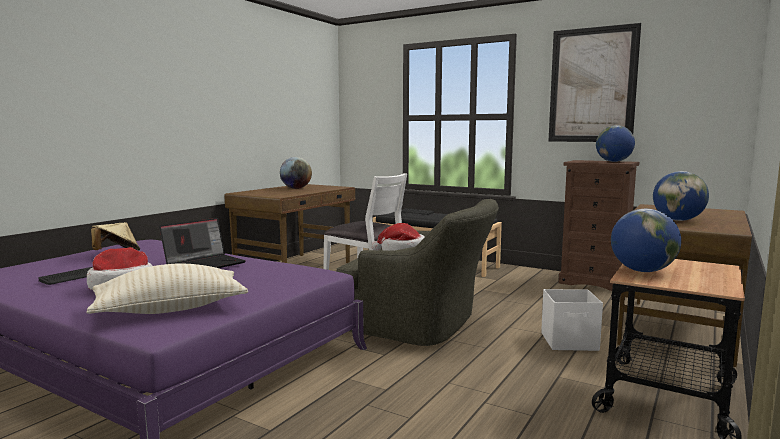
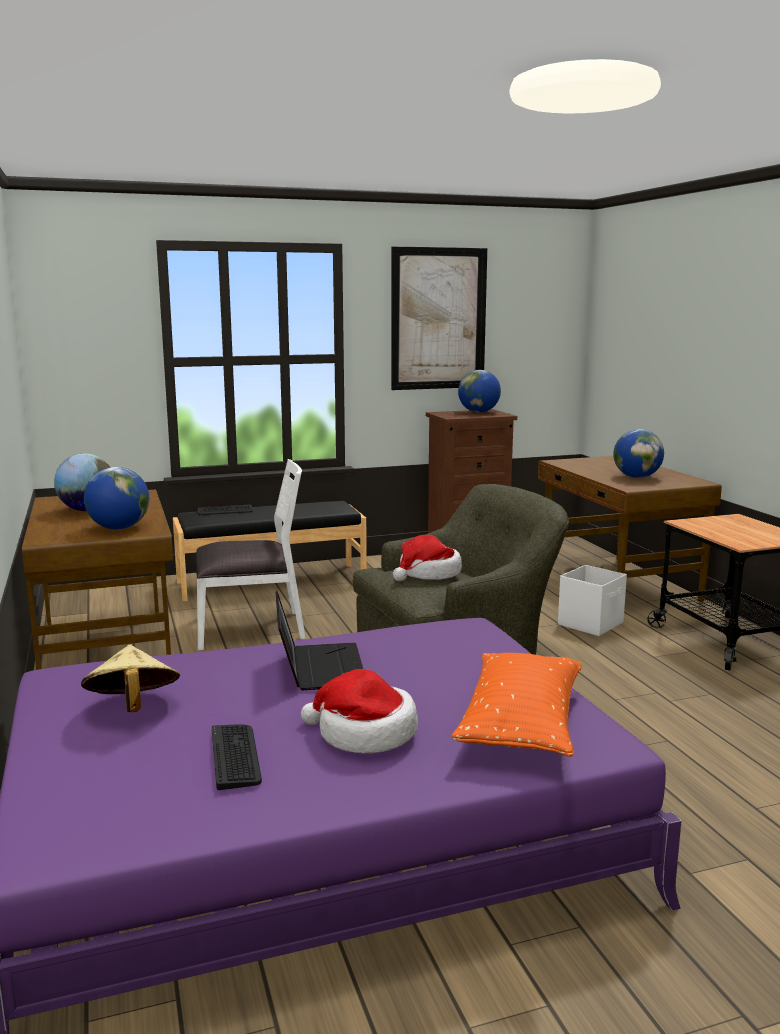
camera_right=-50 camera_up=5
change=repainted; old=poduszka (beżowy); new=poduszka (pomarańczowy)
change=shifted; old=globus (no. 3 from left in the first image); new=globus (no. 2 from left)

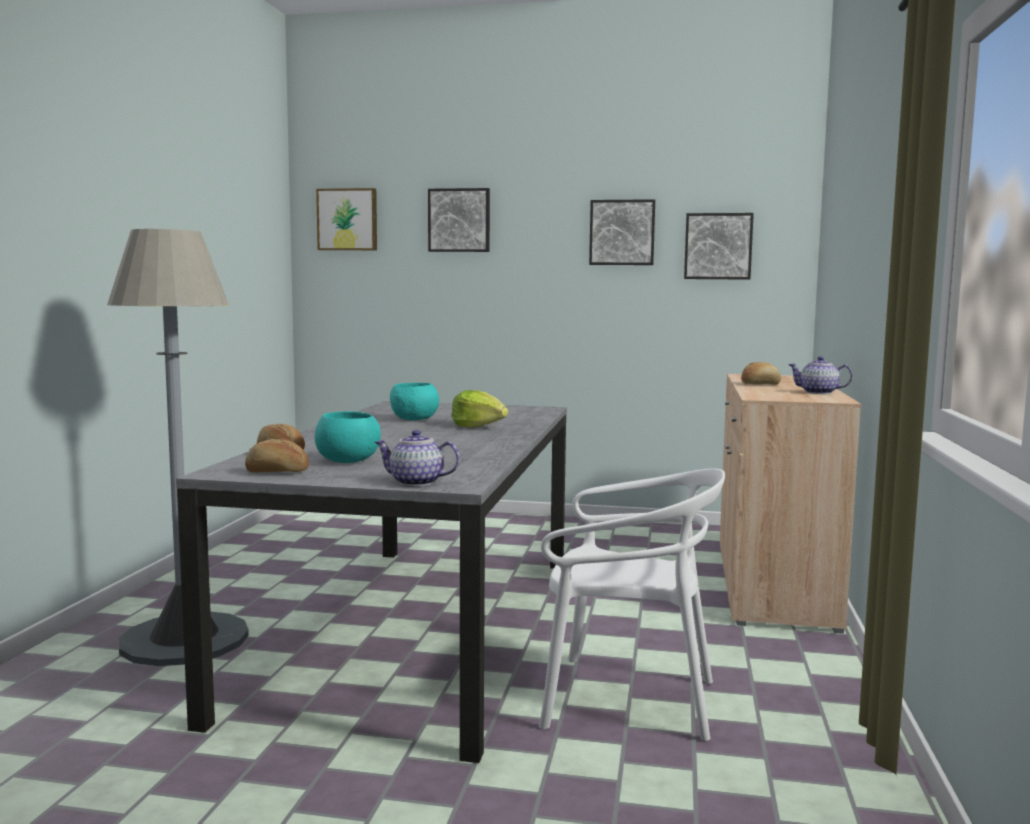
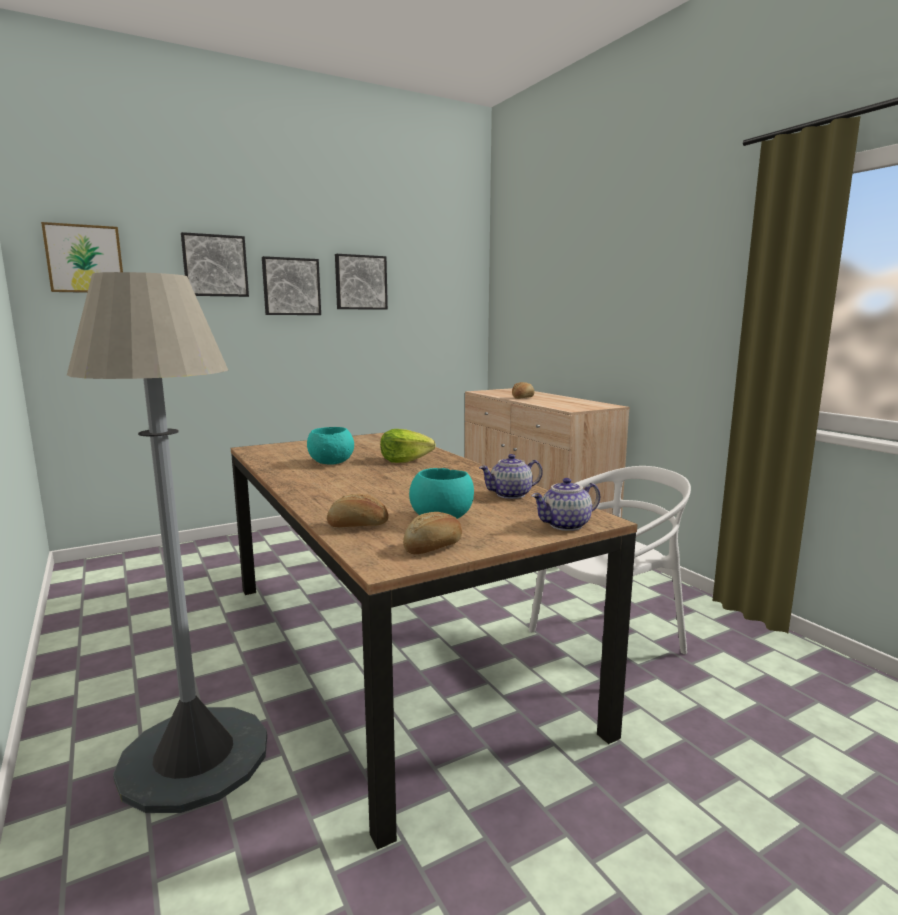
camera_right=-40 camera_up=5
change=repainted; old=stół jadalny (szary); new=stół jadalny (brązowy)
change=shifted; old=obraz (no. 4 from left in the first image); new=obraz (no. 3 from left)
change=shifted; old=imbryk (no. 2 from left in the first image); new=imbryk (no. 1 from left)

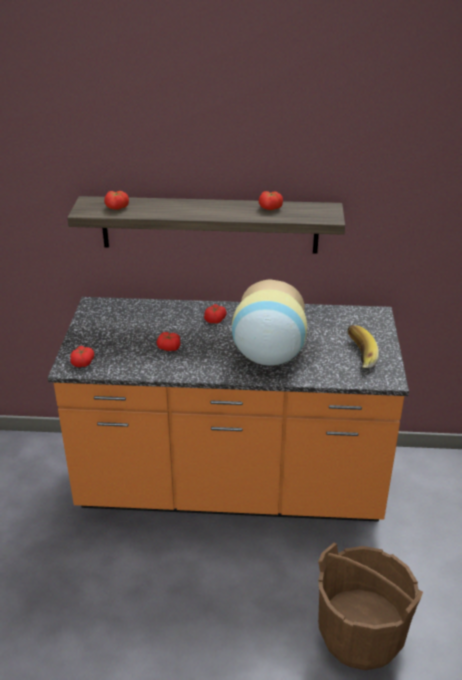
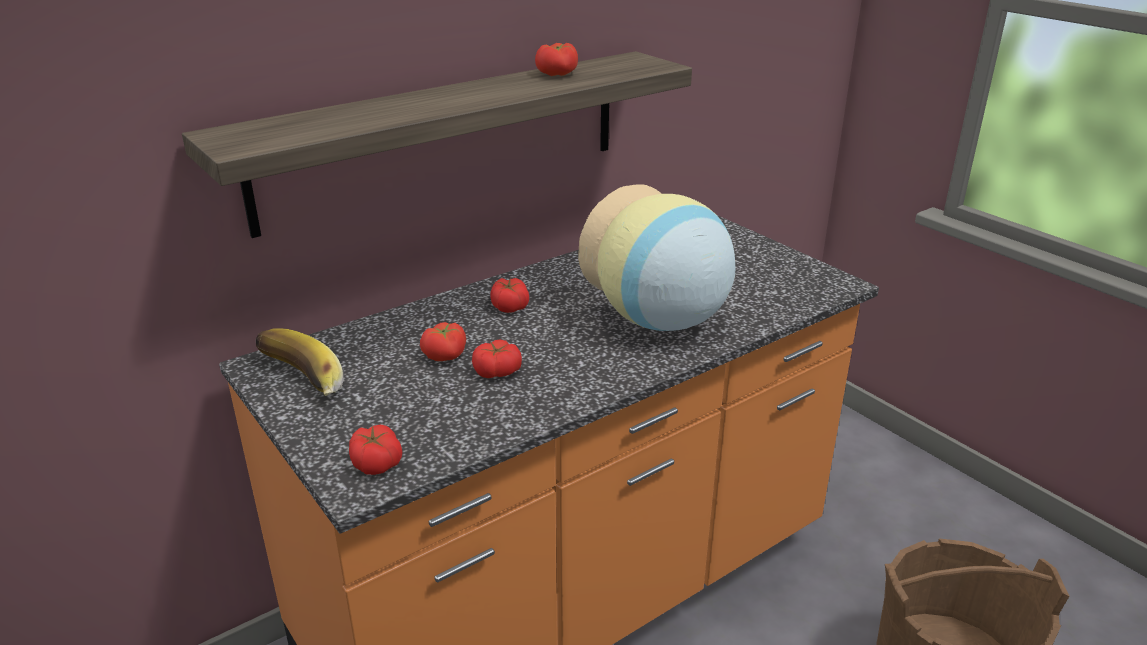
camera_right=-40 camera_up=-5
change=shifted; old=pomidor (no. 2 from left)
change=shifted; old=banan

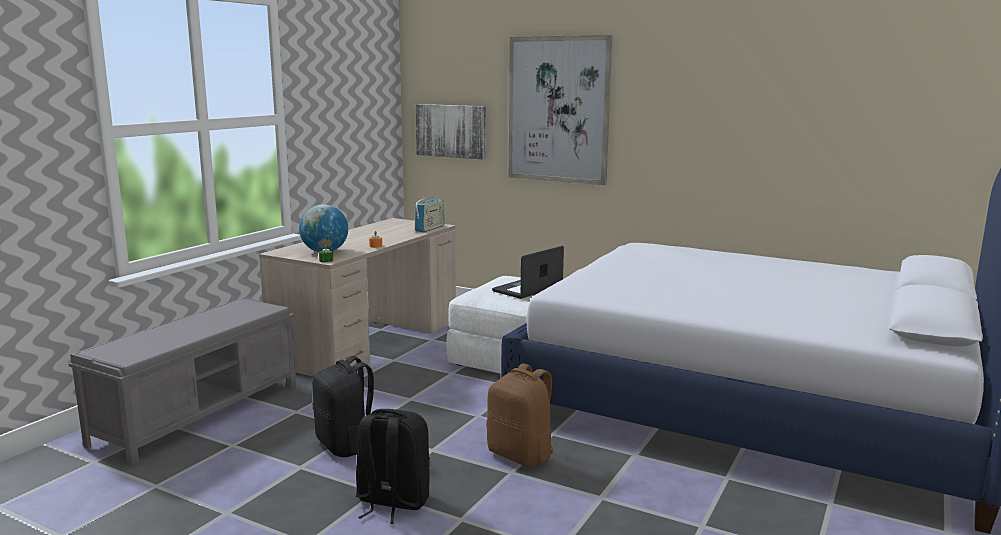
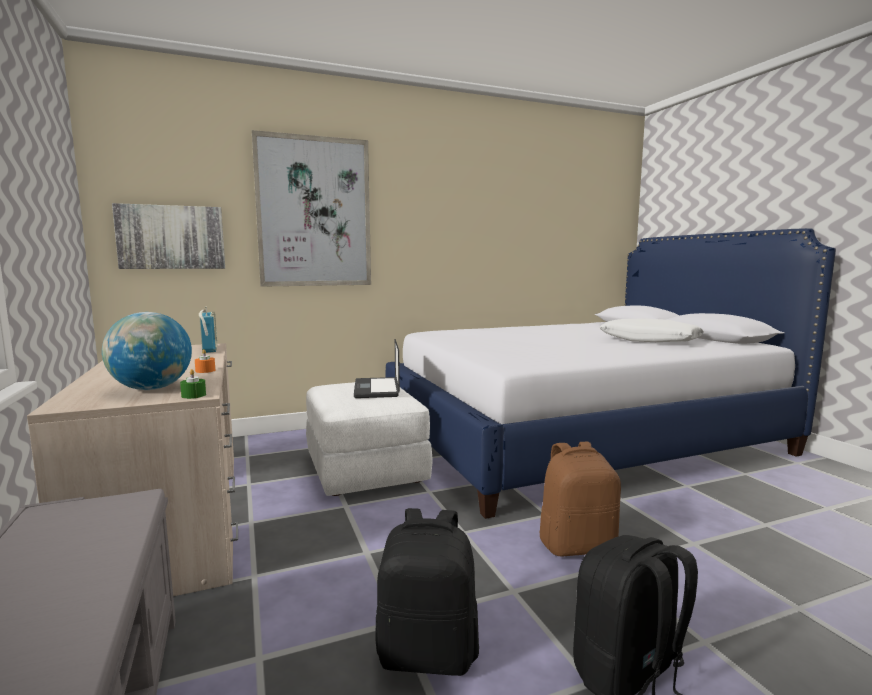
camera_right=-50 camera_up=-5
change=new; new=poduszka (biały)

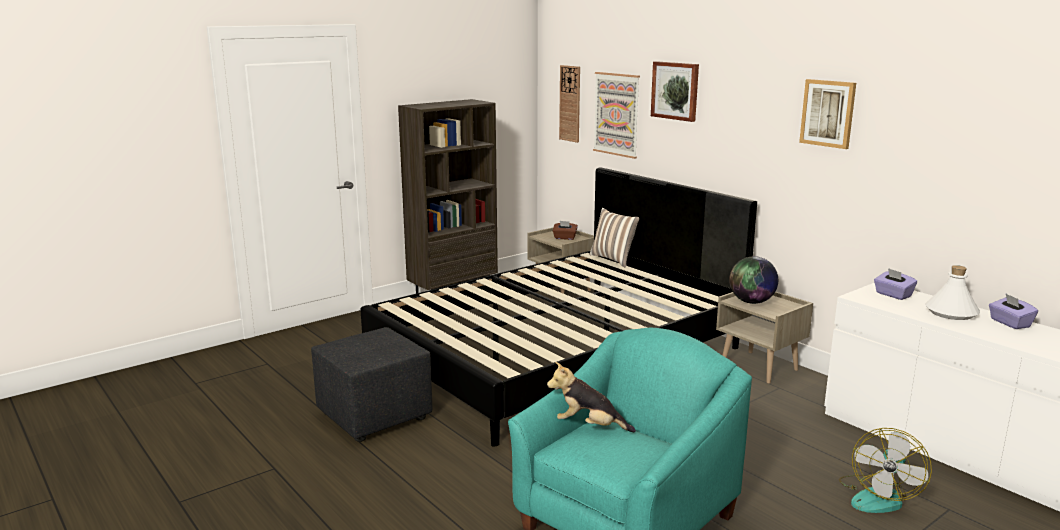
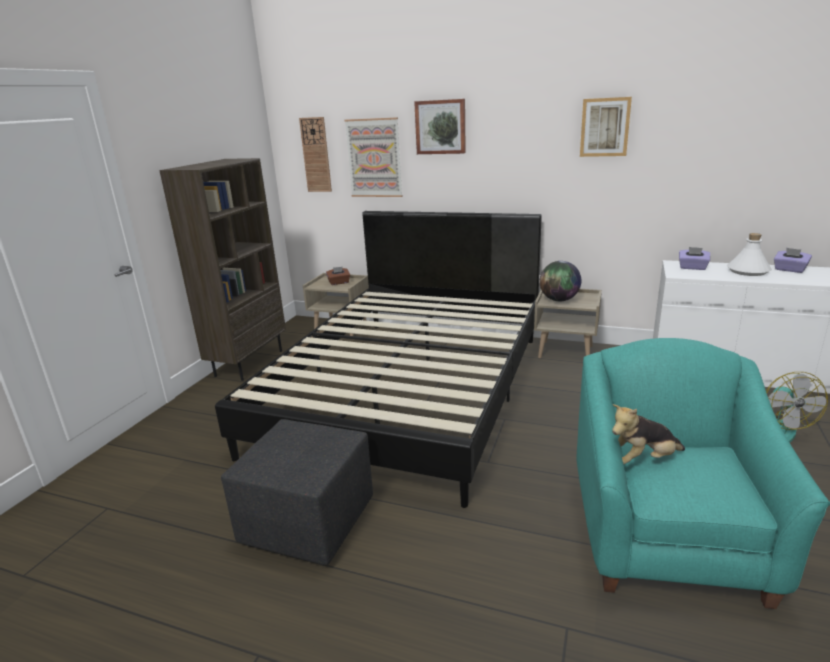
camera_right=-30 camera_up=5
change=gone; old=poduszka

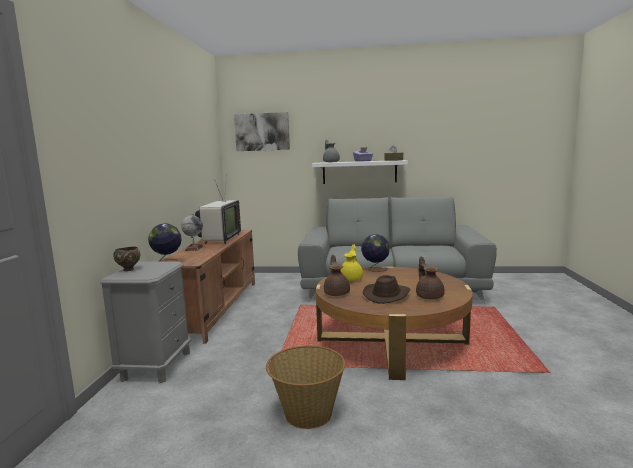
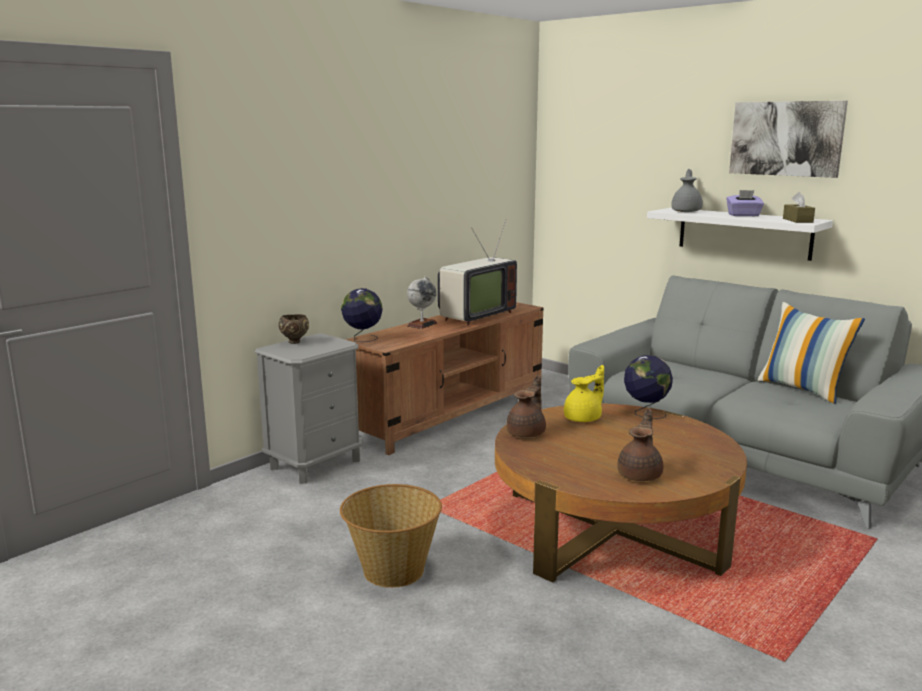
camera_right=35 camera_up=5
change=shifted; old=obraz
change=gone; old=kapelusz (brązowy)
change=new; new=poduszka

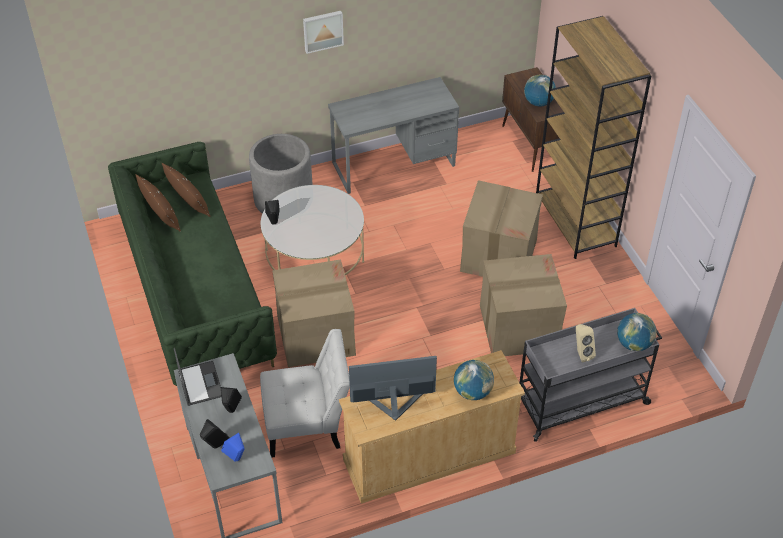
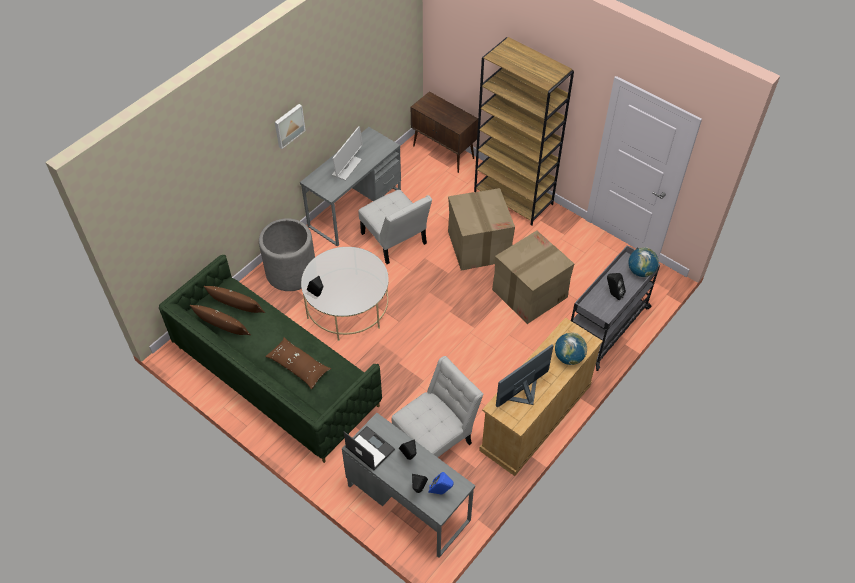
camera_right=-30 camera_up=5
change=gone; old=karton (no. 1 from left)
change=gone; old=globus (no. 2 from left)
change=repainted; old=głośnik (beżowy); new=głośnik (czarny) (no. 4 from left)
change=new; new=poduszka (brązowy) (no. 3 from left)
change=new; new=monitor (no. 1 from left)
change=new; new=krzesło (biały) (no. 1 from left)

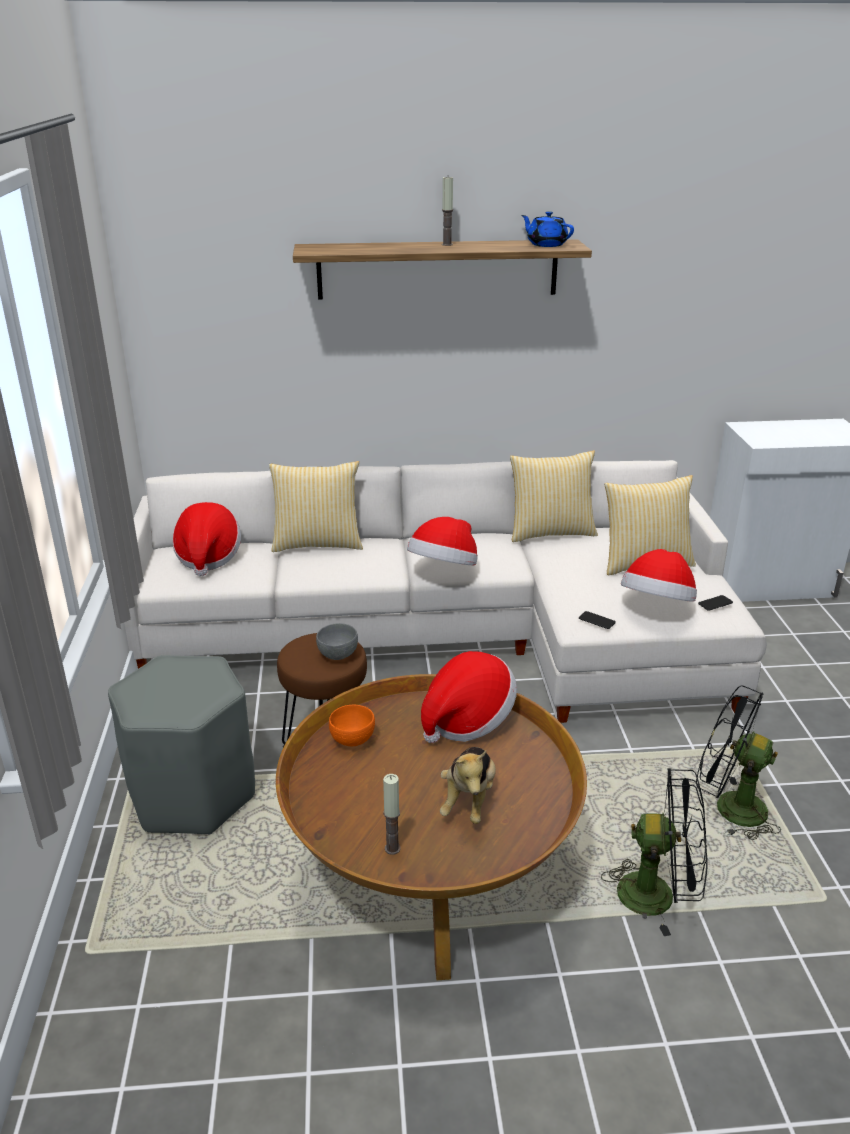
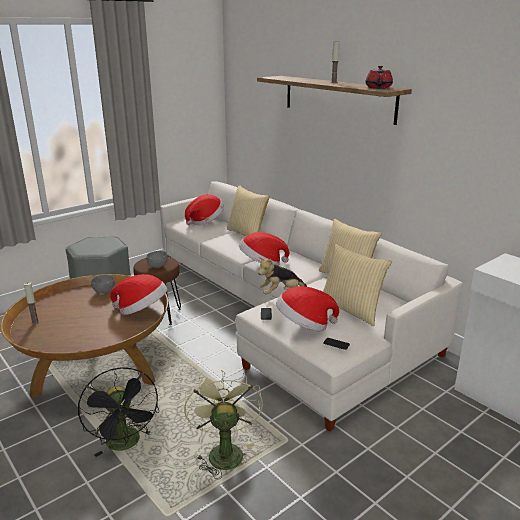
camera_right=55 camera_up=-5
change=repainted; old=miska (pomarańczowy); new=miska (szary) (no. 1 from left)
change=shifted; old=pluszak
change=repainted; old=imbryk (niebieski); new=imbryk (czerwony)
change=repainted; old=wentylator (czarny) (no. 2 from left); new=wentylator (zielony)

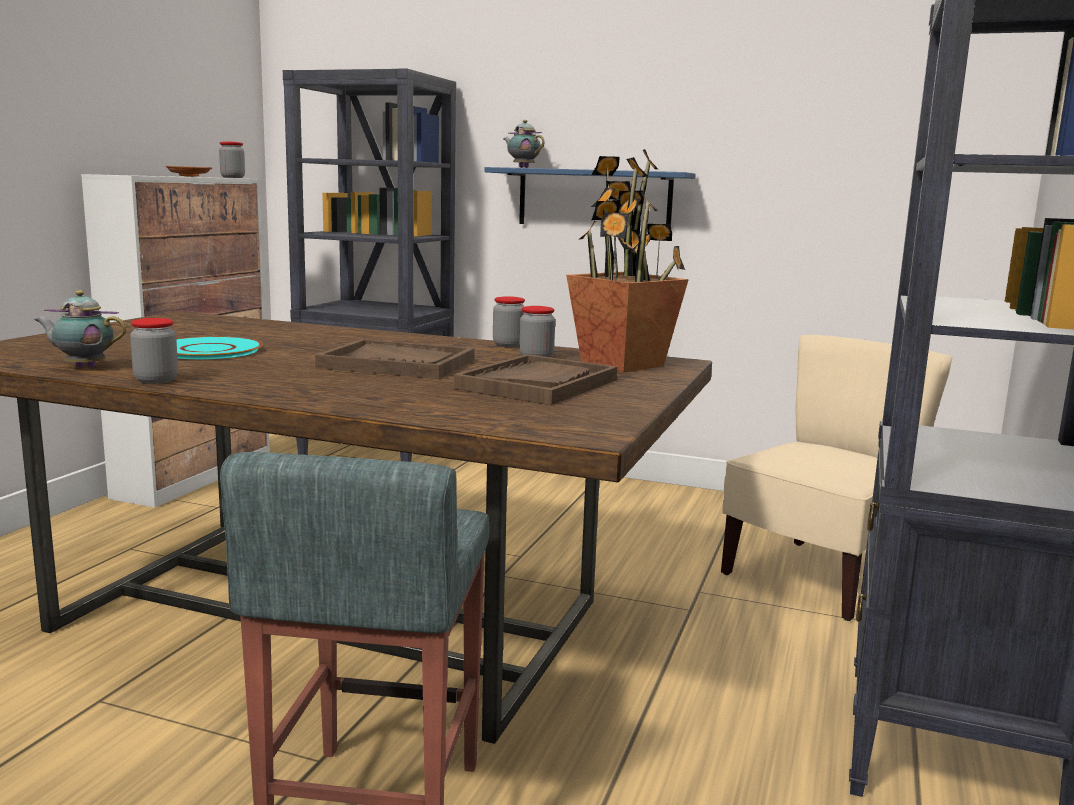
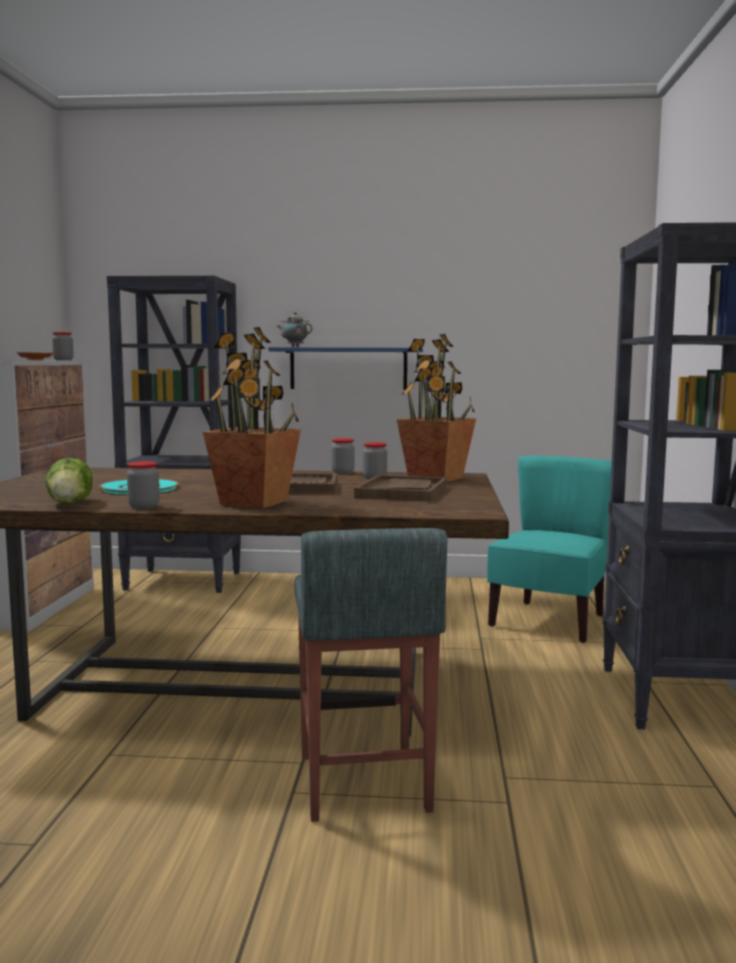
camera_right=-15 camera_up=-5
change=swapped; old=imbryk (no. 1 from left); new=sałata
change=repainted; old=krzesło (beżowy); new=krzesło (turkusowy)
change=new; new=roślina doniczkowa (no. 1 from left)

